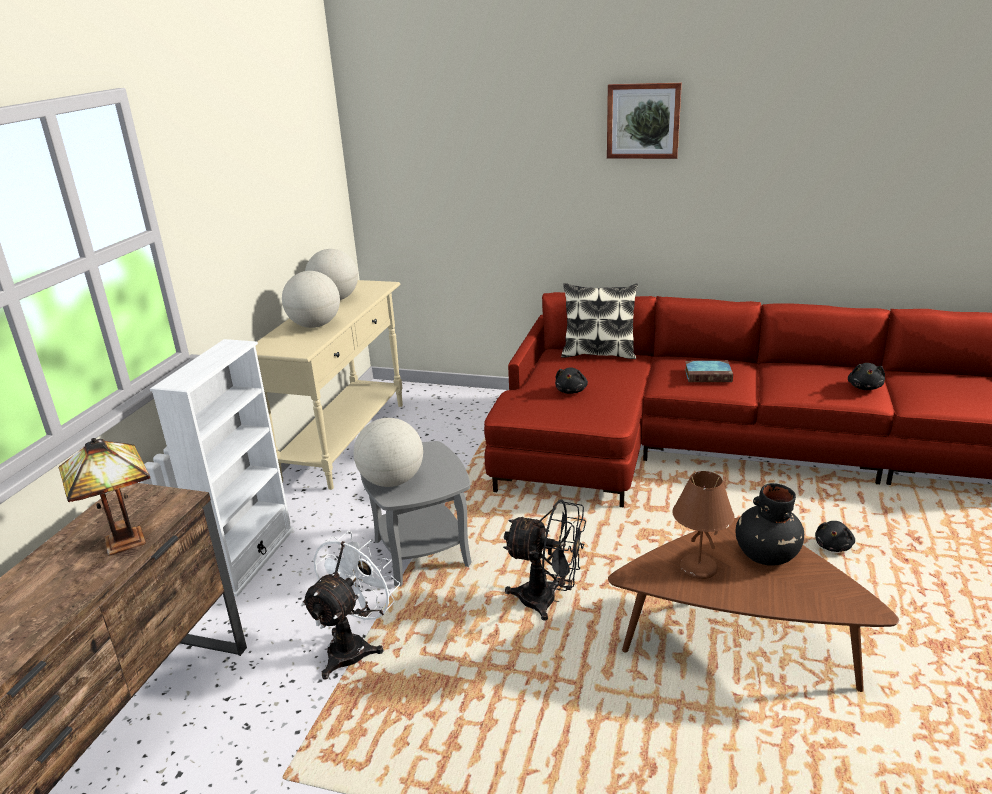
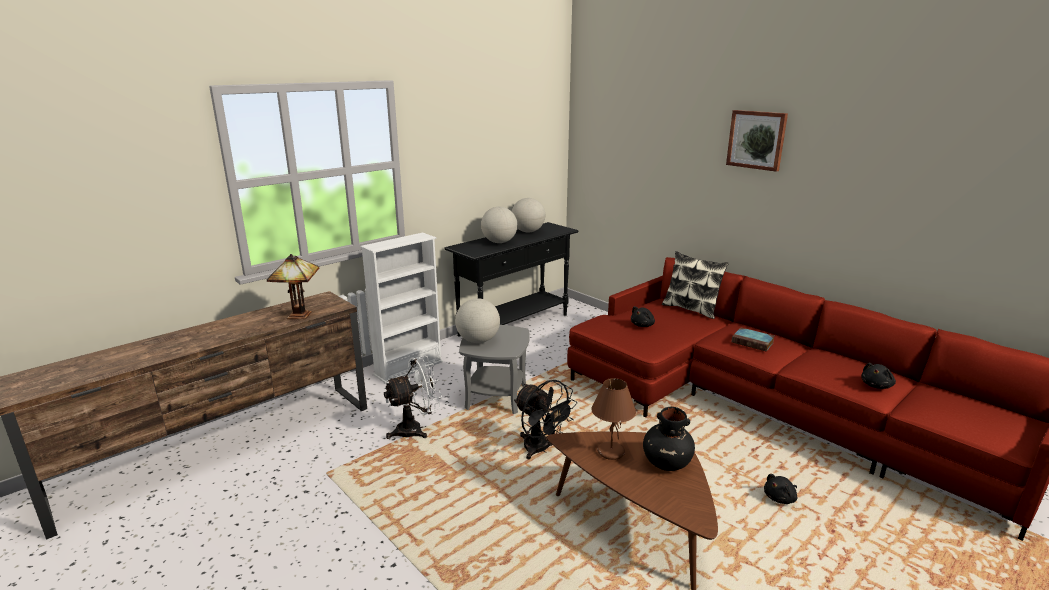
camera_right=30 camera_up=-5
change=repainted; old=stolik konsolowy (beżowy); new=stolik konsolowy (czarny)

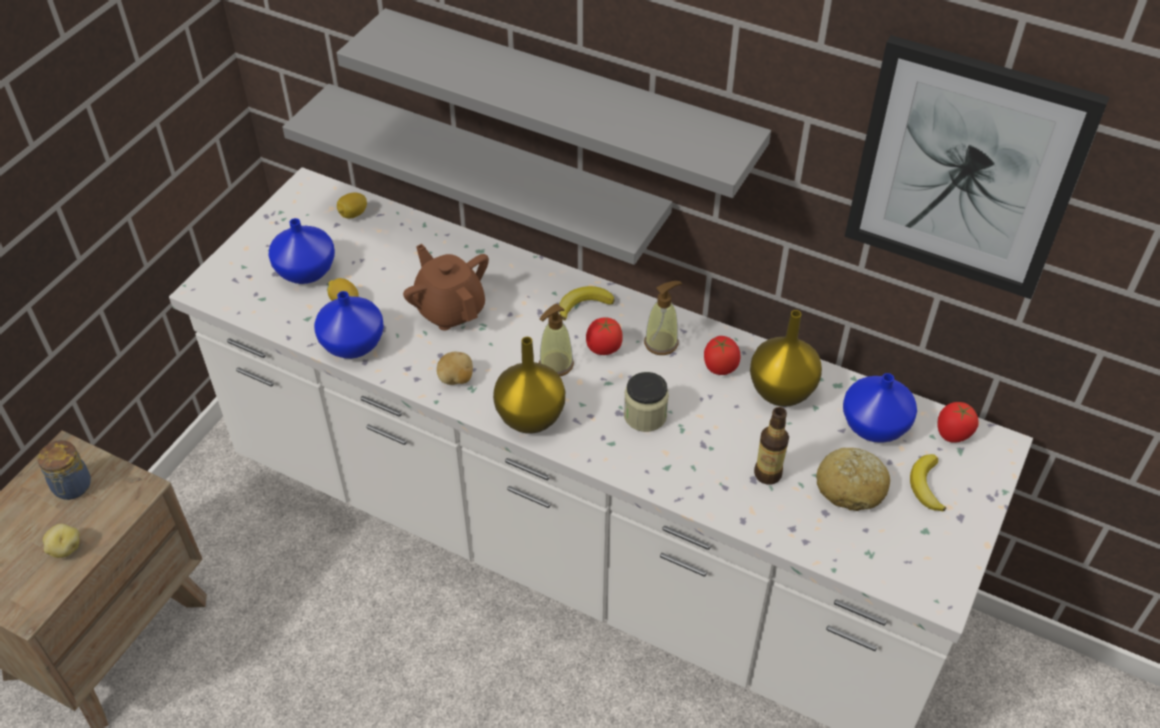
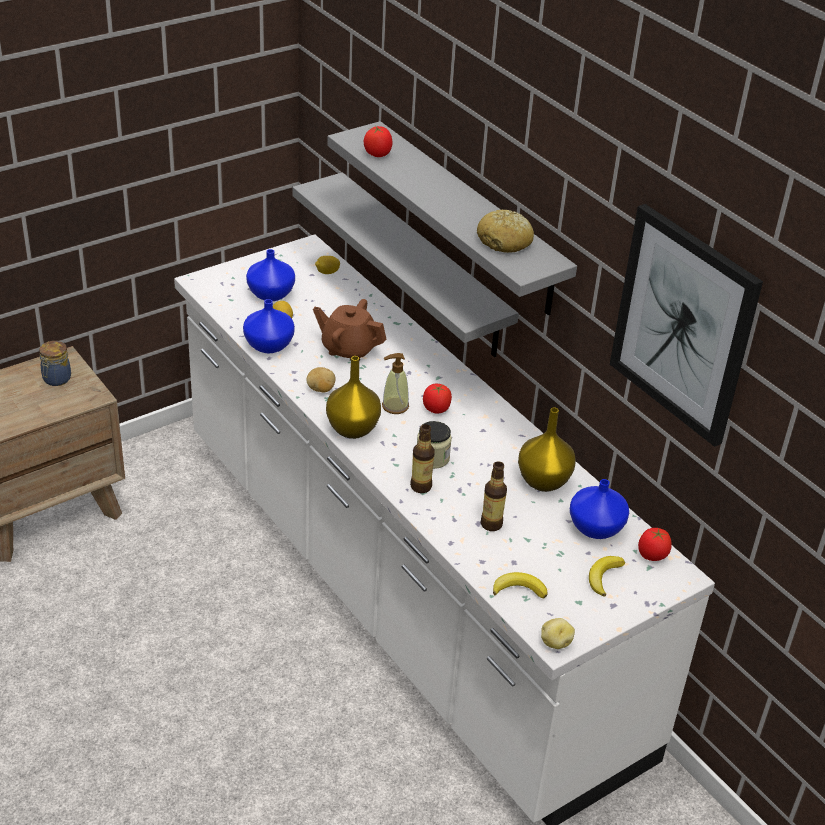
camera_right=25 camera_up=-10
change=shifted; old=ziemniak (no. 1 from left in the first image); new=ziemniak (no. 2 from left)
change=rotated; old=imbryk (brązowy); degrees=-60
change=shifted; old=banan (no. 1 from left)
change=gone; old=dozownik mydła (no. 2 from left)
change=shifted; old=pomidor (no. 2 from left in the first image); new=pomidor (no. 1 from left)
change=shifted; old=chleb
change=new; new=butelka (no. 1 from left)

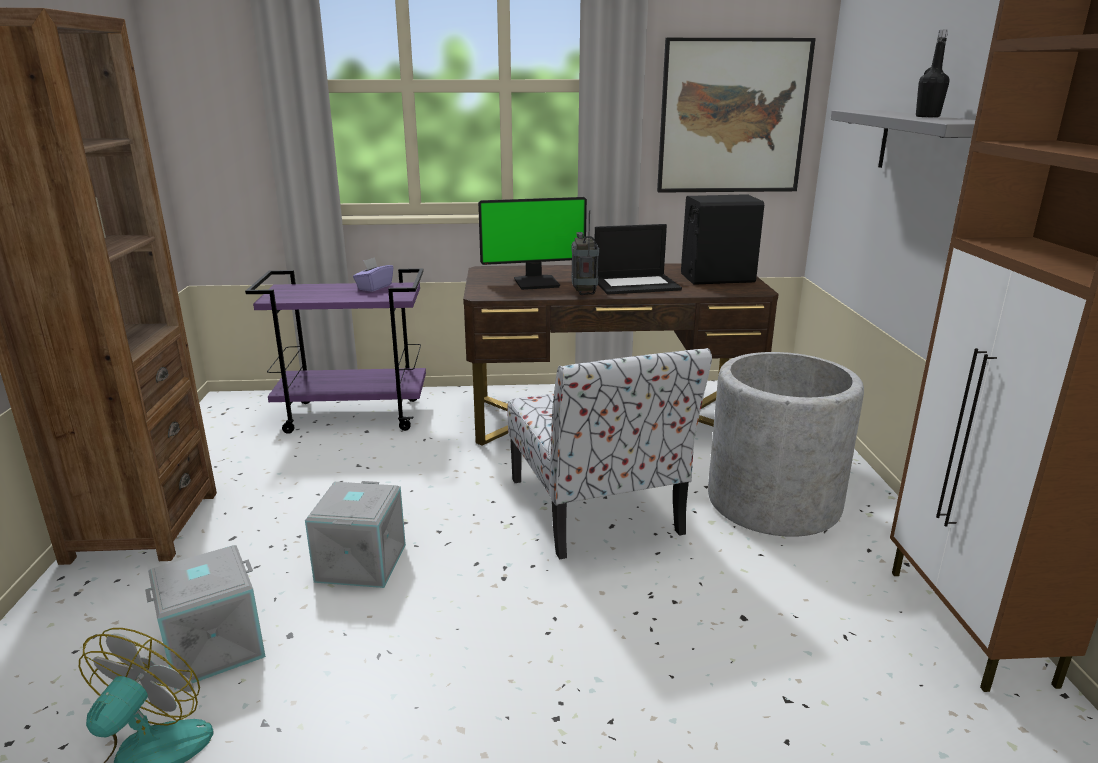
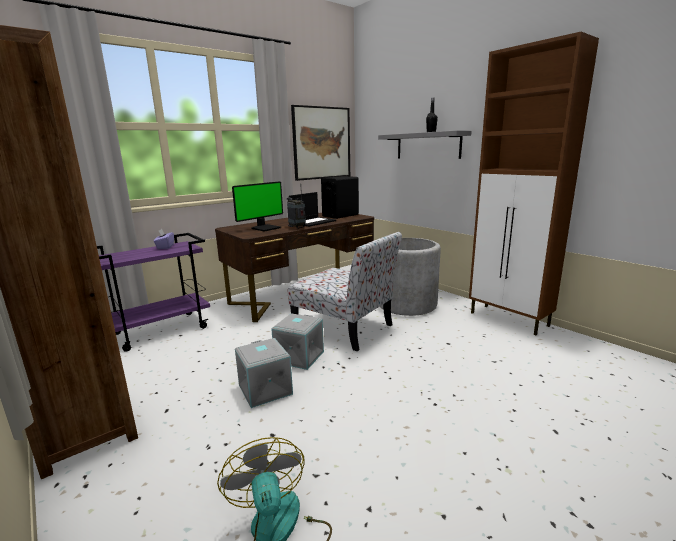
camera_right=-35 camera_up=-5
change=shifted; old=pojemnik do przechowywania (szary) (no. 1 from left in the first image); new=pojemnik do przechowywania (szary) (no. 2 from left)

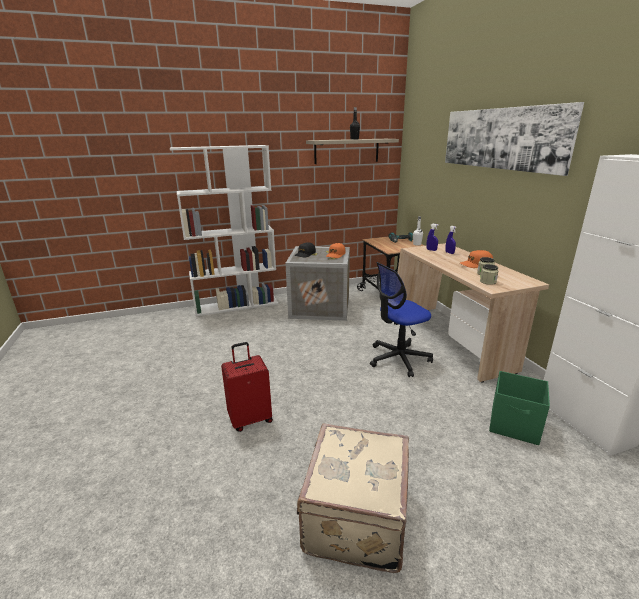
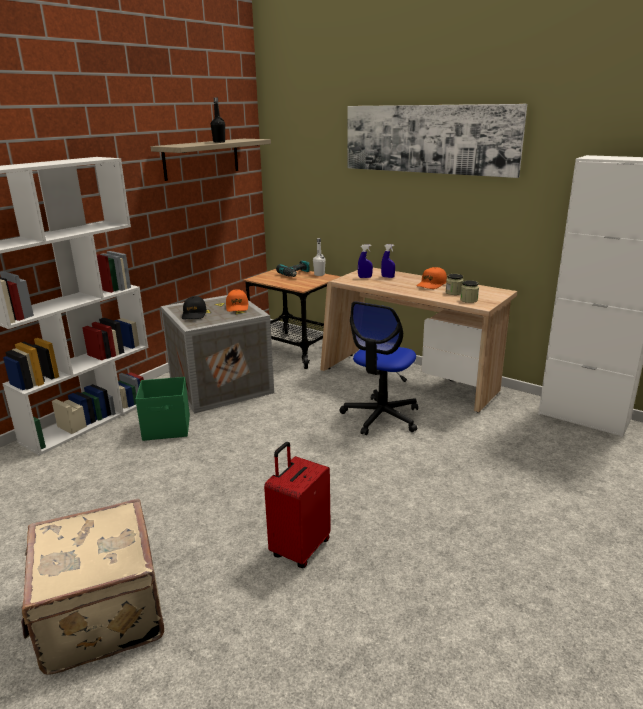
camera_right=-35 camera_up=0
change=shifted; old=walizka (beżowy)
change=shifted; old=pojemnik do przechowywania (zielony)

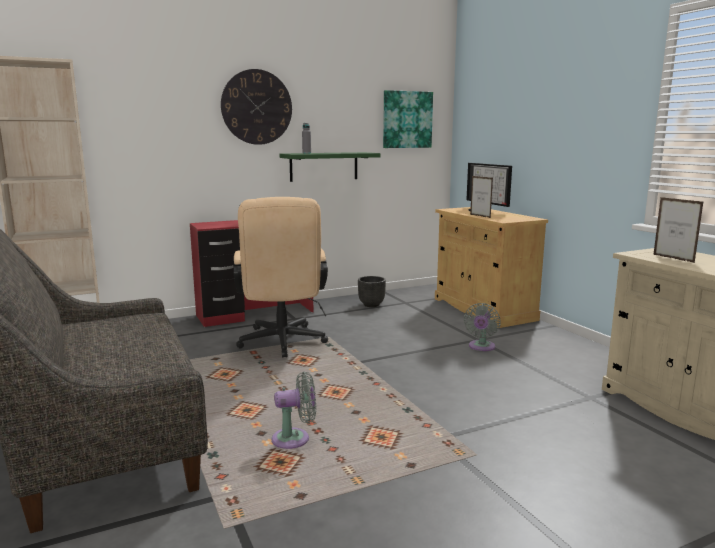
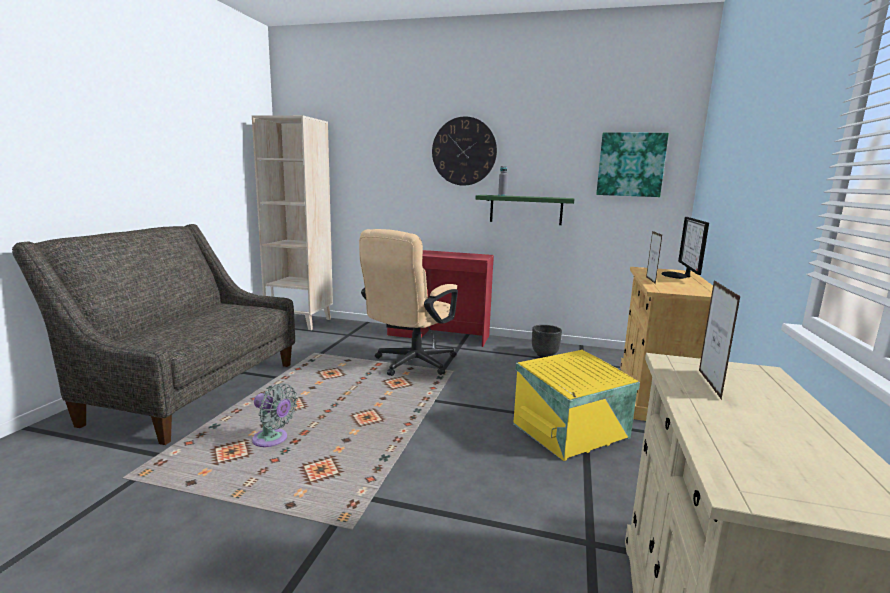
camera_right=40 camera_up=0
change=swapped; old=wentylator (szary) (no. 2 from left); new=pojemnik do przechowywania (żółty)

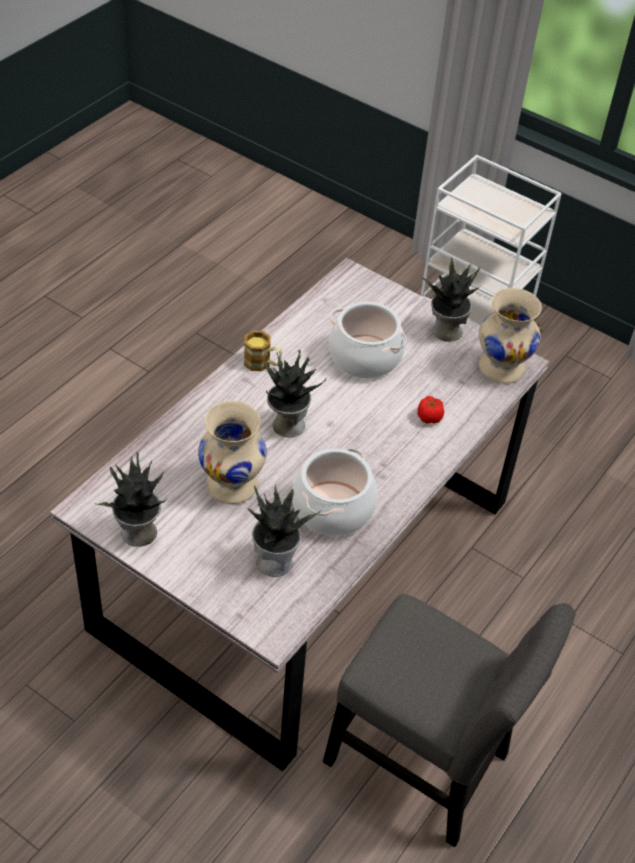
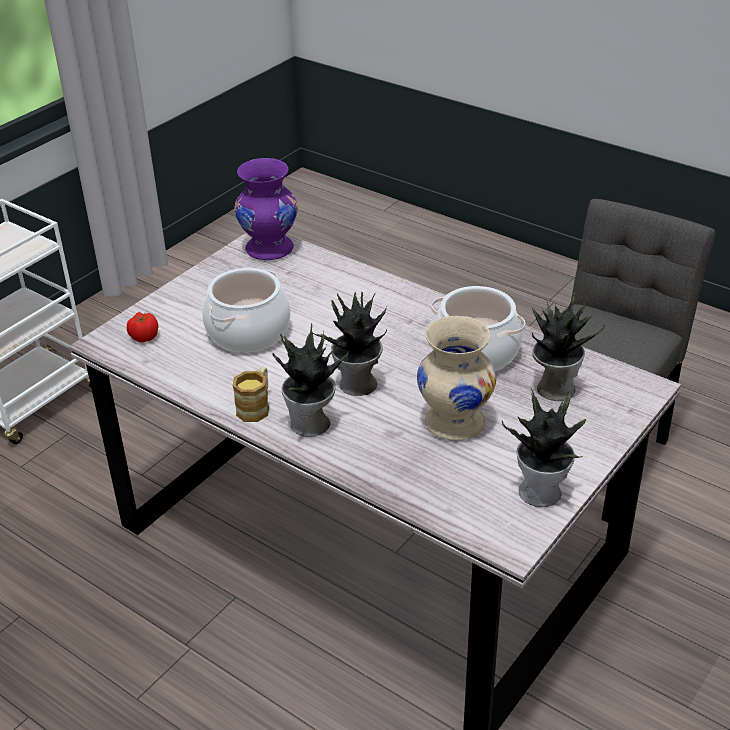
camera_right=-85 camera_up=-10
change=shifted; old=pomidor
change=shifted; old=roślina doniczkowa (no. 4 from left in the first image); new=roślina doniczkowa (no. 1 from left)
change=repainted; old=wazon (beżowy) (no. 2 from left); new=wazon (fioletowy)

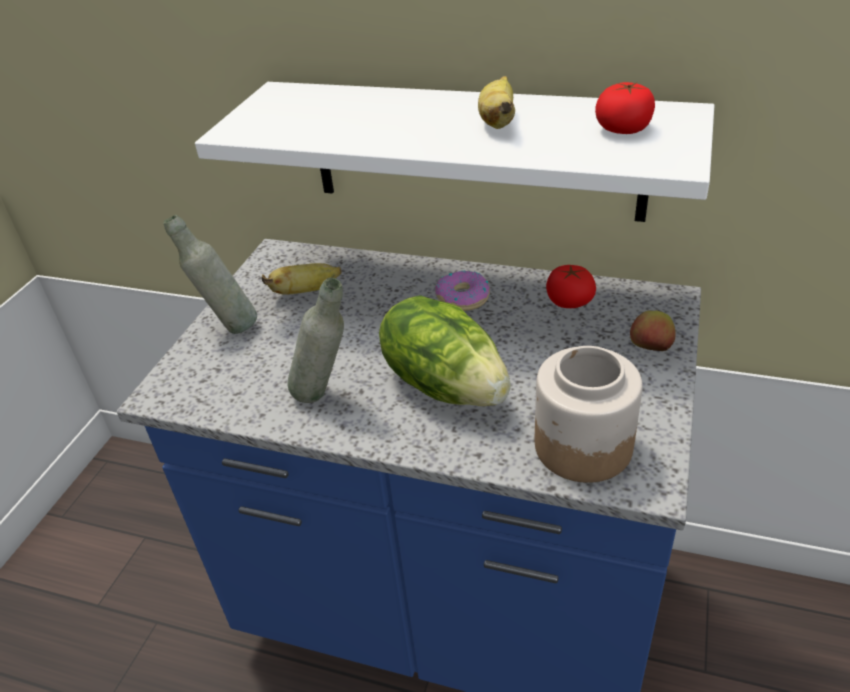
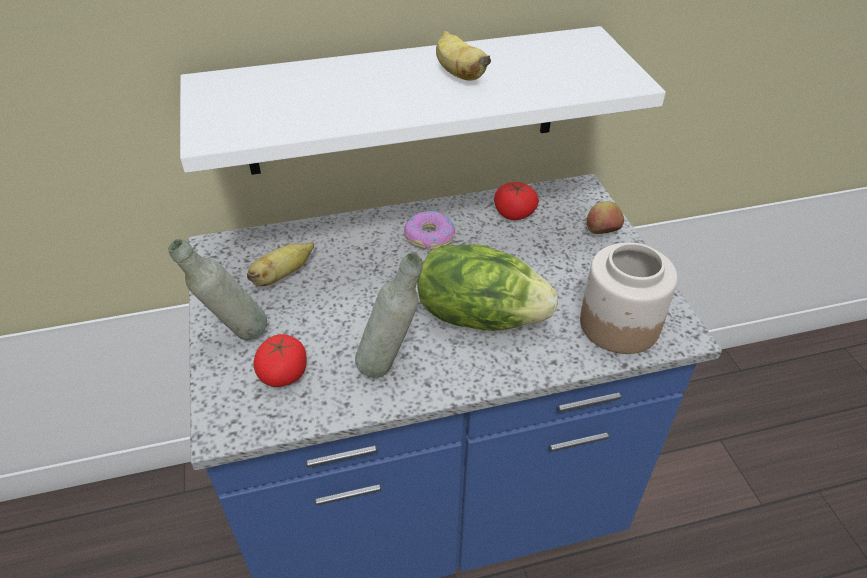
camera_right=-35 camera_up=5
change=shifted; old=pomidor (no. 2 from left in the first image); new=pomidor (no. 1 from left)

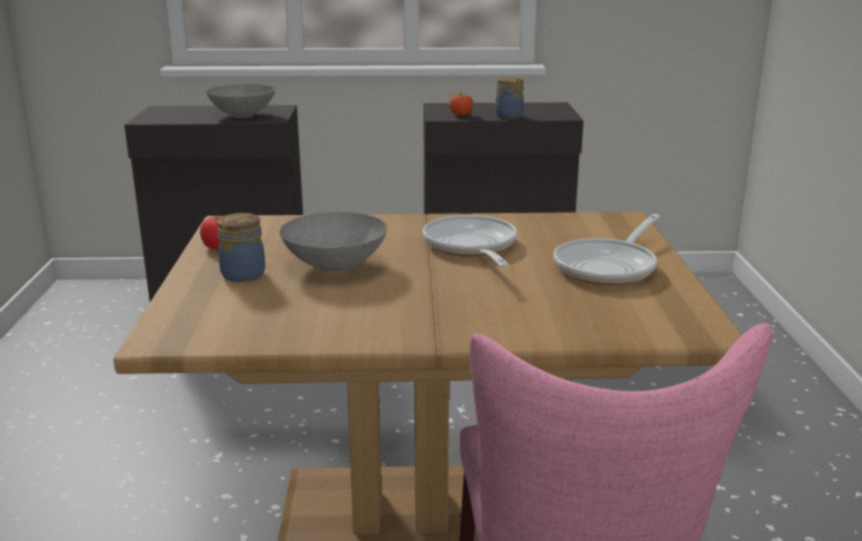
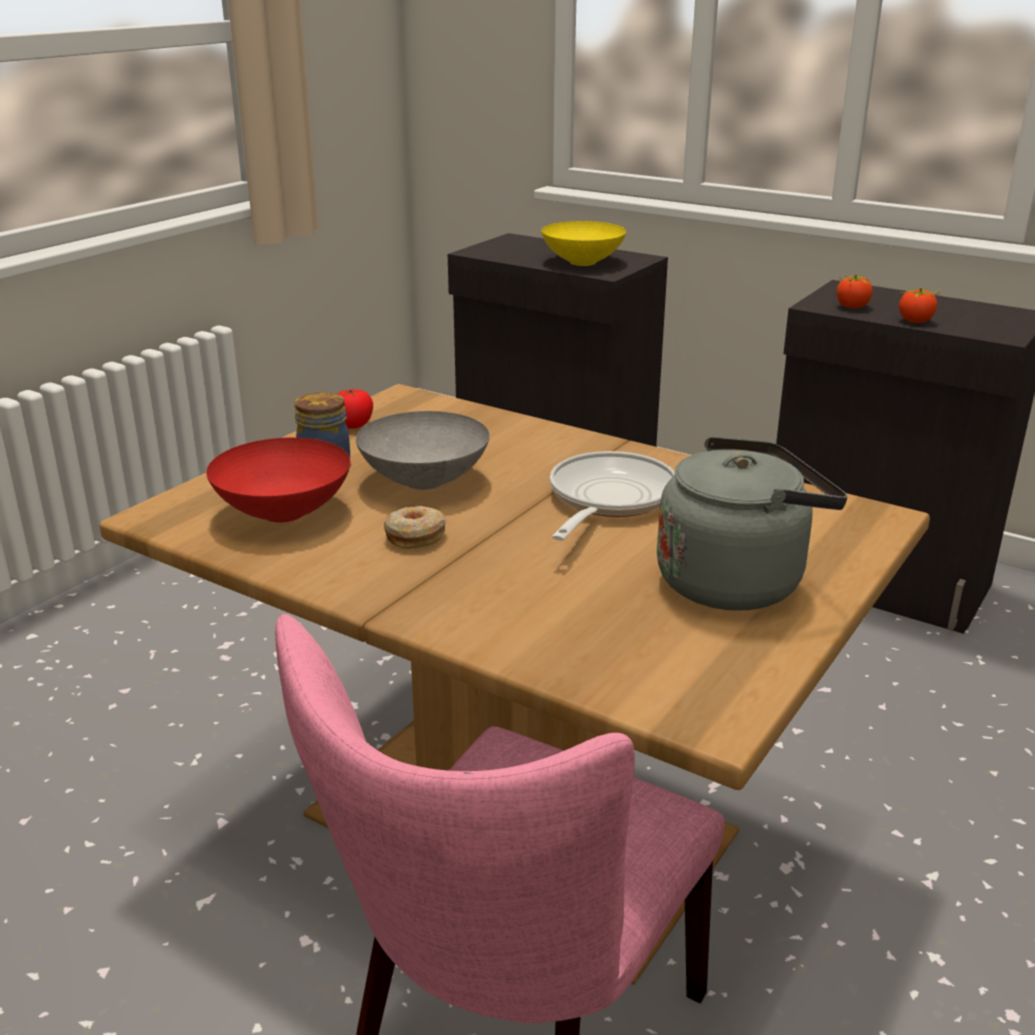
camera_right=35 camera_up=5
change=repainted; old=miska (szary) (no. 1 from left); new=miska (żółty)
change=swapped; old=słoik (no. 2 from left); new=pomidor (no. 3 from left)
change=swapped; old=patelnia (no. 2 from left); new=czajnik (szary)
change=new; new=miska (czerwony)
change=new; new=donut

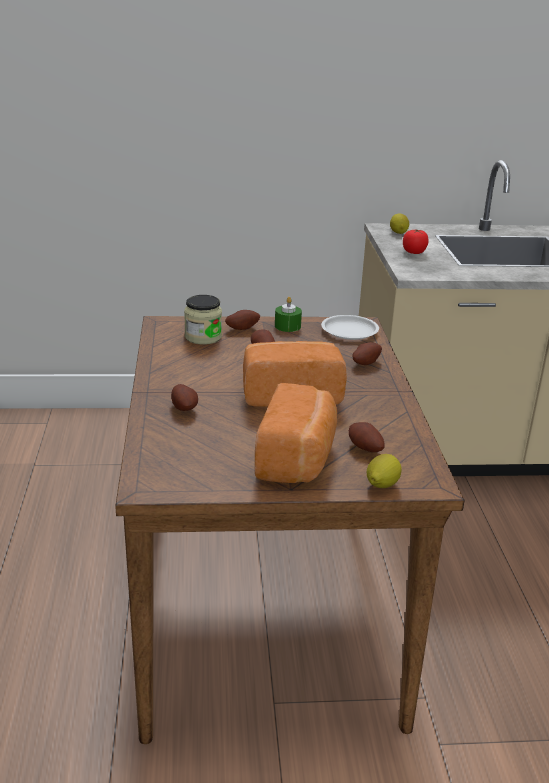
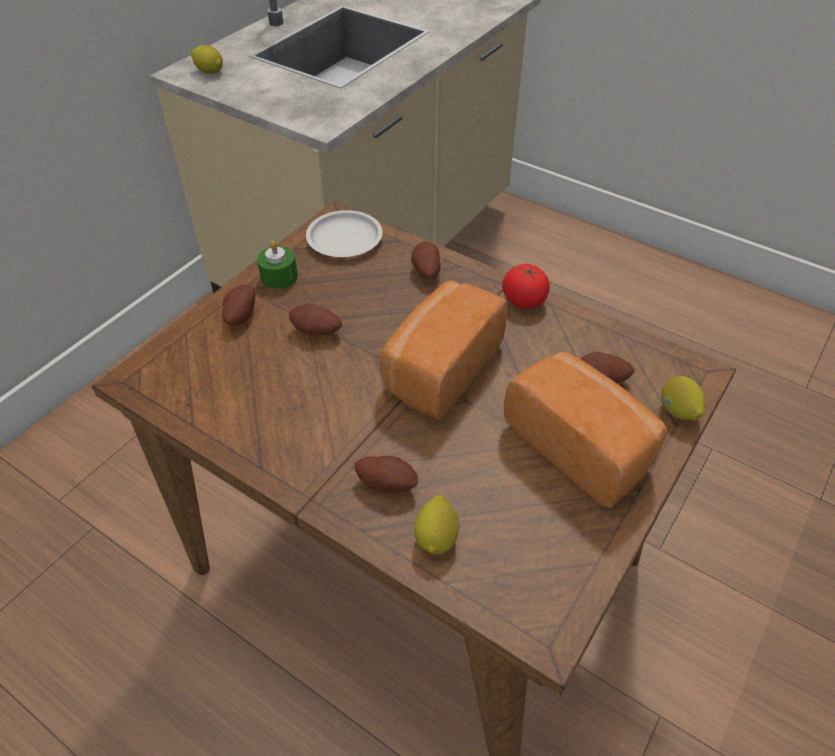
camera_right=-50 camera_up=20
change=gone; old=słoik
change=shifted; old=pomidor
change=new; new=cytryna (no. 2 from left)

